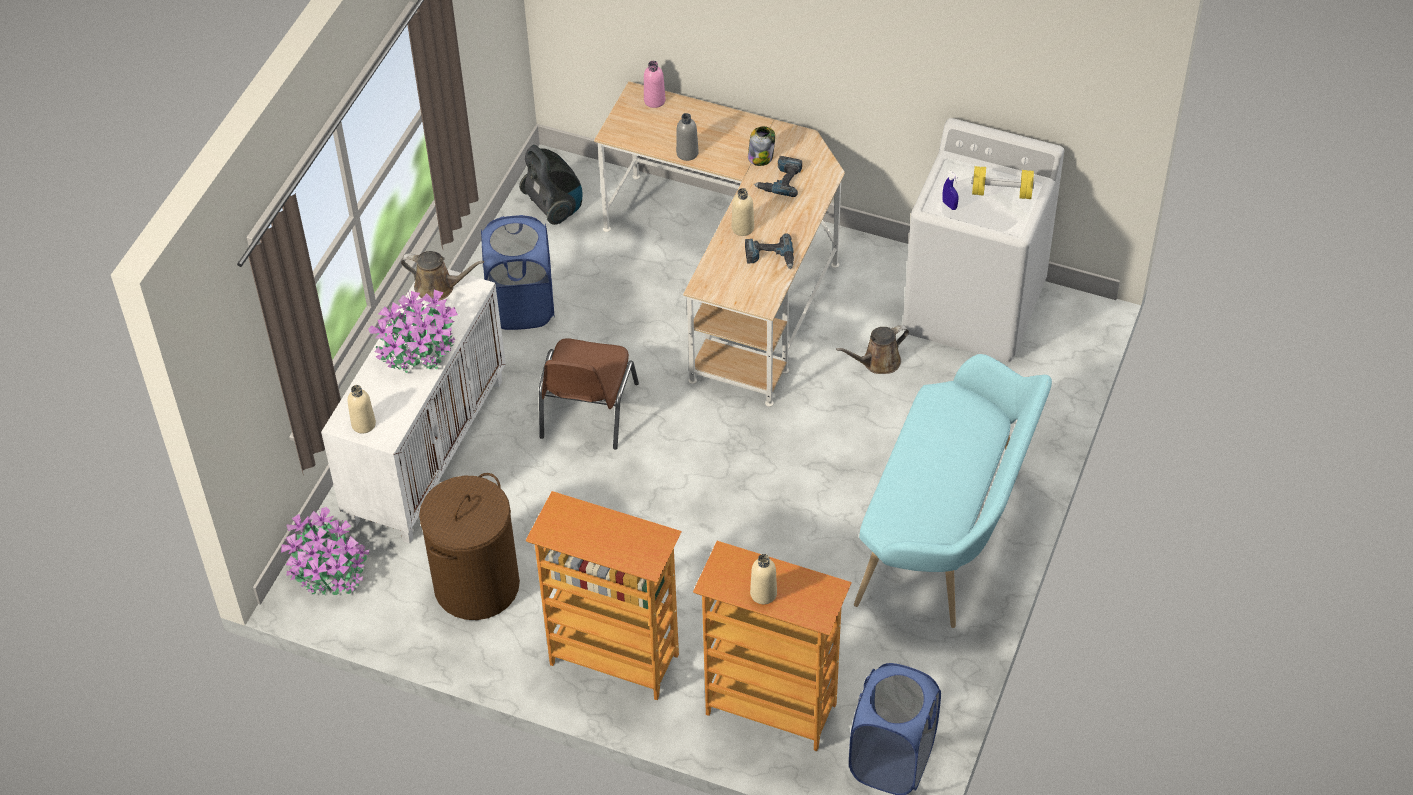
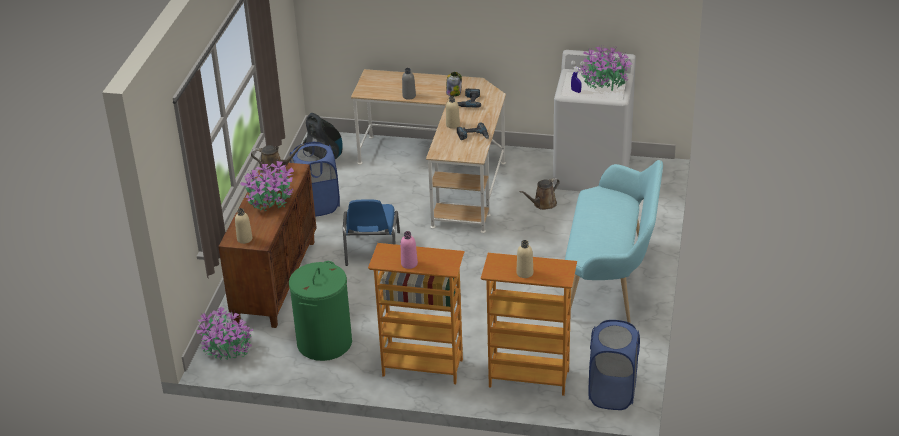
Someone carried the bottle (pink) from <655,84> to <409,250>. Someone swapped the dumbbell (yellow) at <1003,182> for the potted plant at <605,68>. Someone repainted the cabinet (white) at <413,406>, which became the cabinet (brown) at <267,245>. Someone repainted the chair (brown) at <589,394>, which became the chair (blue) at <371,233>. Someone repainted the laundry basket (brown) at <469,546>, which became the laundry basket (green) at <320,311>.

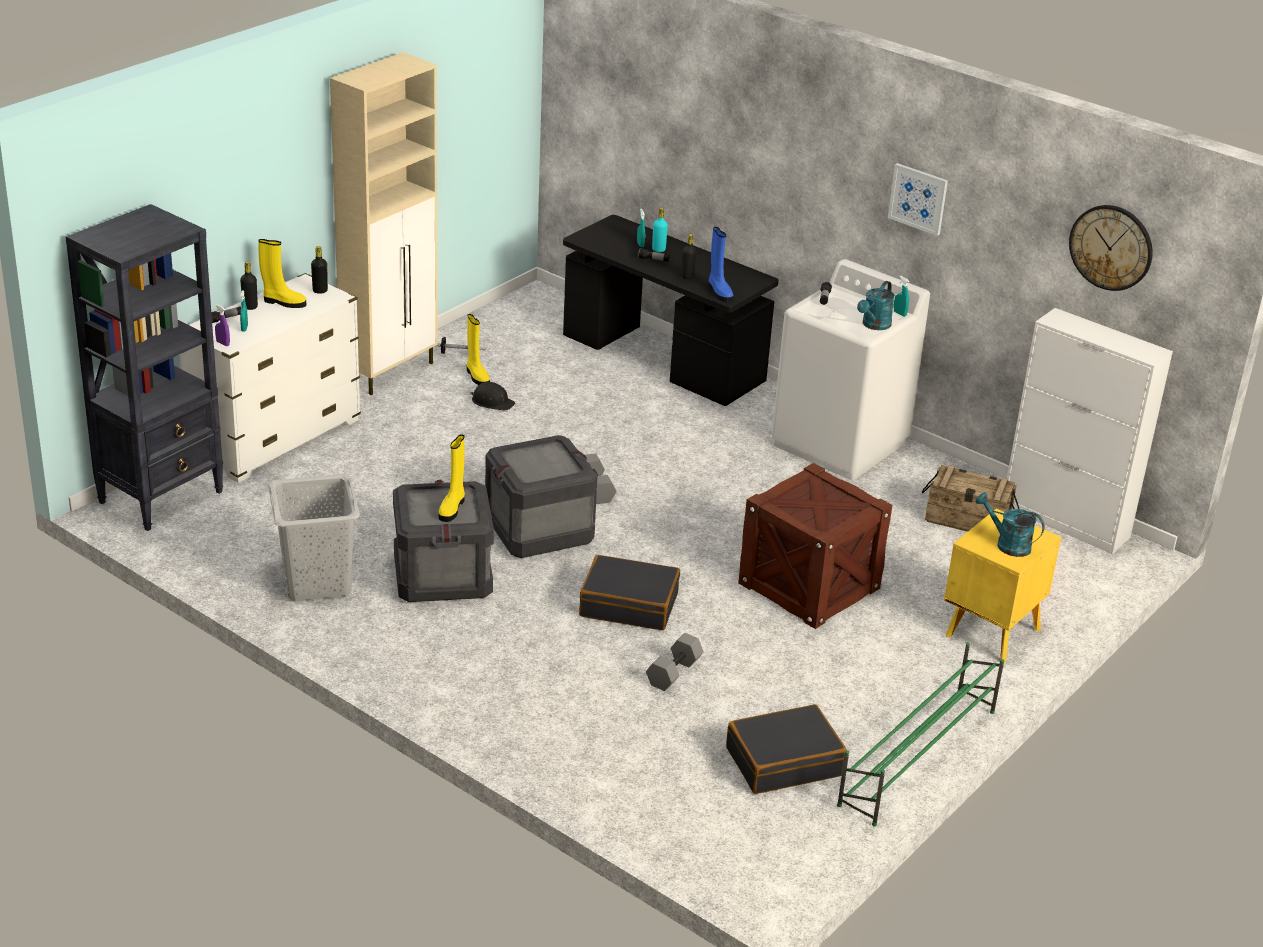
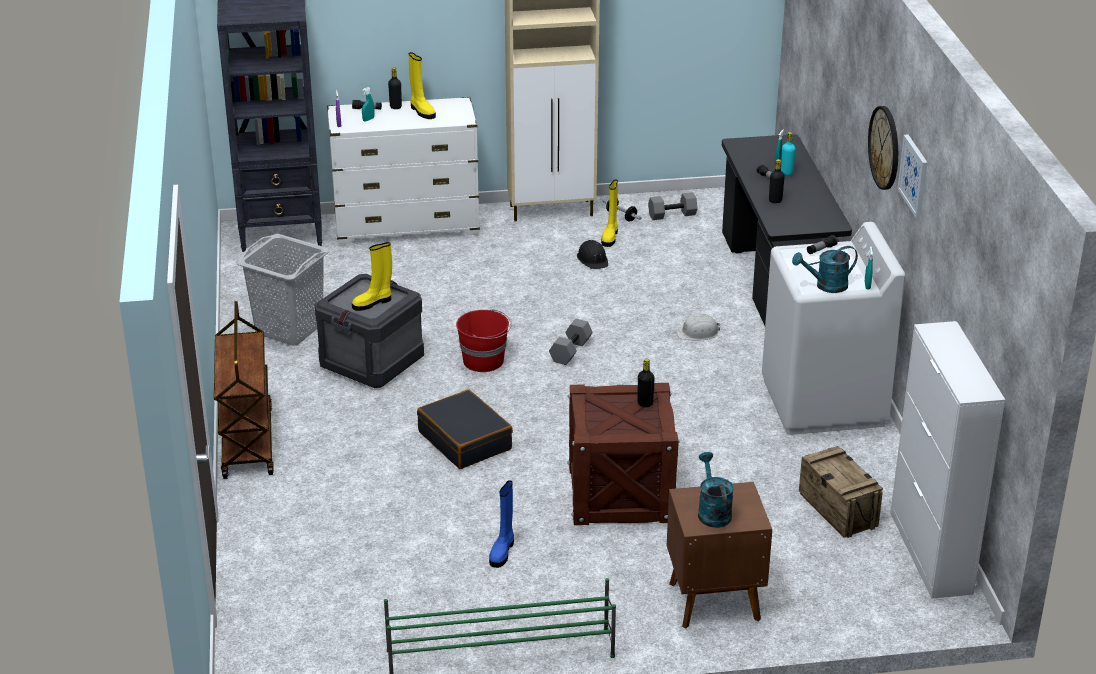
Someone carried the wall clock from <1111,248> to <883,148>. Someone carried the boot (blue) from <721,264> to <501,524>. Someone carried the bottle (black) from <319,270> to <646,383>. Someone swapped the crate at <541,496> for the bucket (red) at <484,340>. Someone repainted the nightstand (yellow) at <1002,586>, which became the nightstand (brown) at <719,555>. Someone carried the dumbbell (grey) from <675,662> to <672,206>. Someone took away the suitcase (black) at <786,749>. Someone put down the cart (brown) at <244,390>. Someone put down the hard hat (white) at <697,327>.

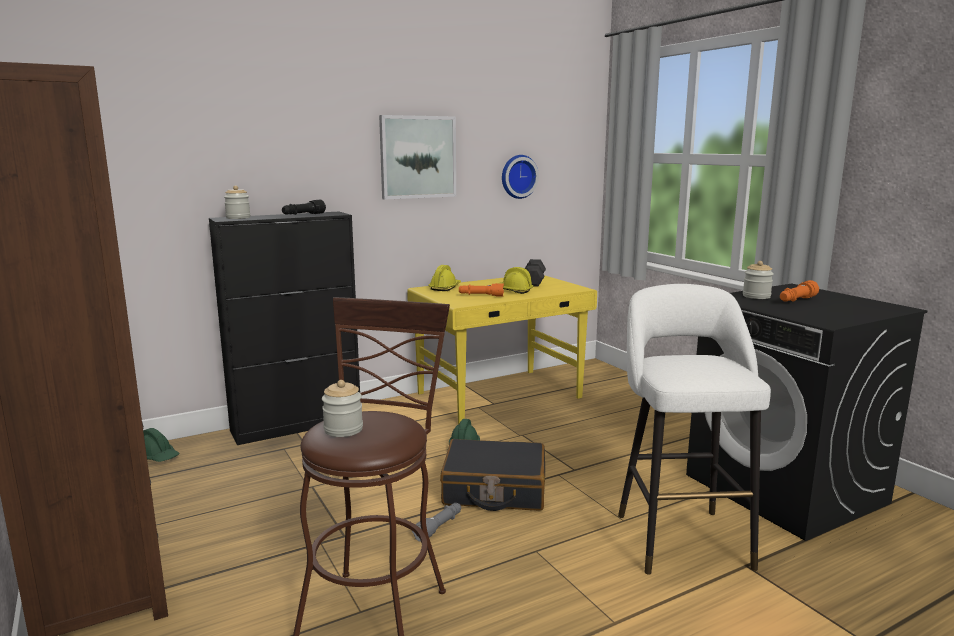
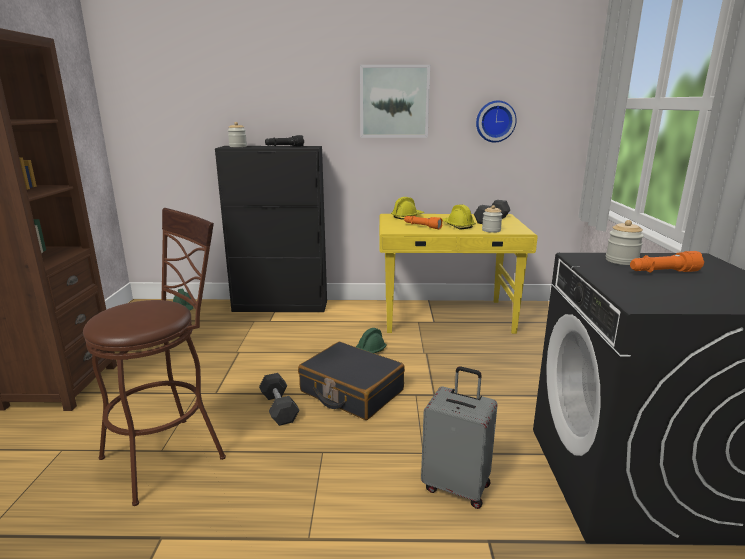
Someone swapped the stool (white) at <694,429> for the suitcase (grey) at <459,437>. Someone carried the jar from <342,408> to <492,219>. Someone swapped the flashlight (grey) at <436,522> for the dumbbell (black) at <279,399>.

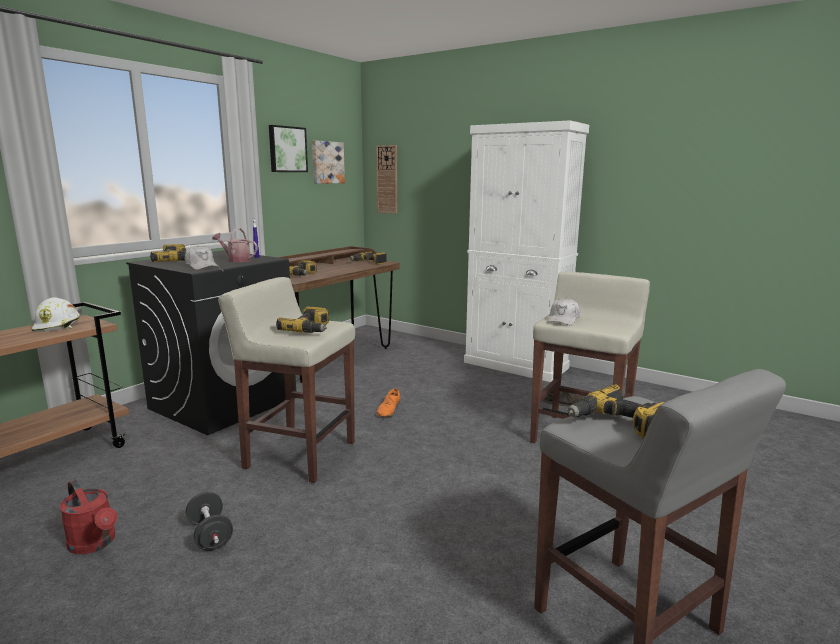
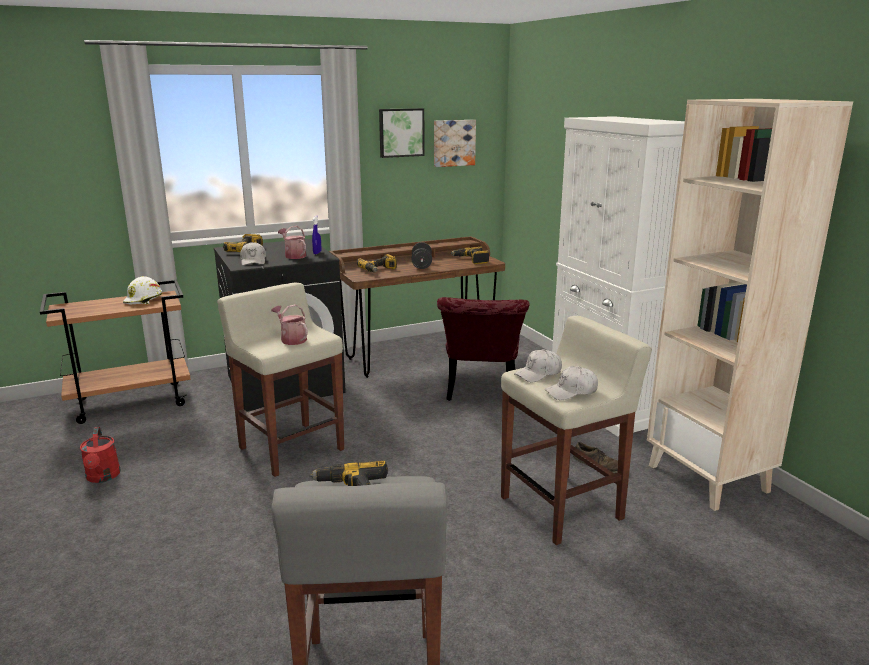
Someone took away the wall clock at <386,179>. Someone swapped the power drill at <302,320> for the watering can at <289,325>. Someone took away the shoe (orange) at <388,402>. Someone carried the dumbbell (black) from <209,521> to <421,255>. Someone put down the bookcase (beige) at <750,305>. Someone put down the chair (red) at <483,349>. Someone put down the cap (white) at <571,383>.

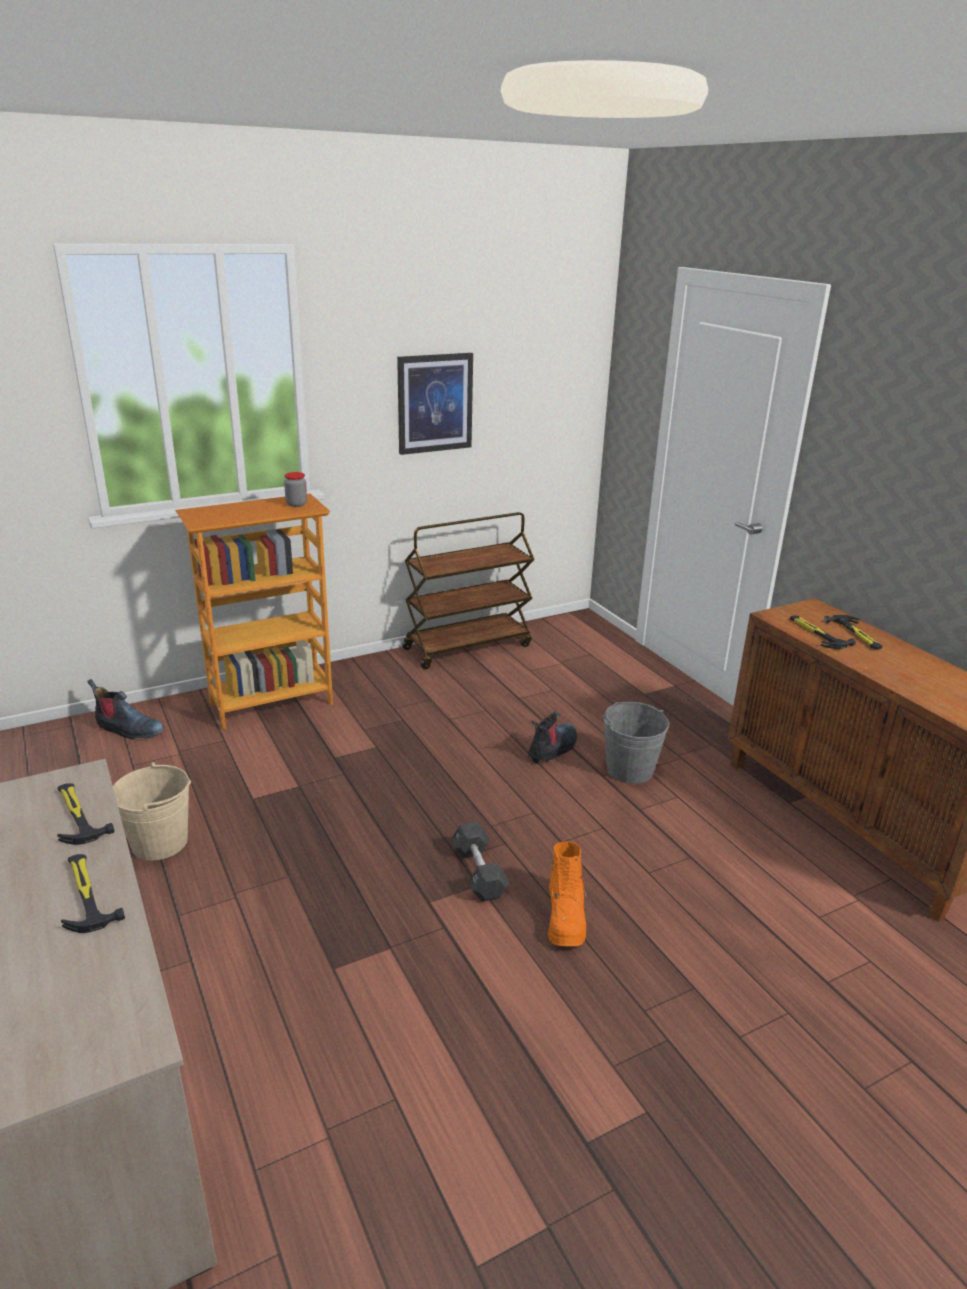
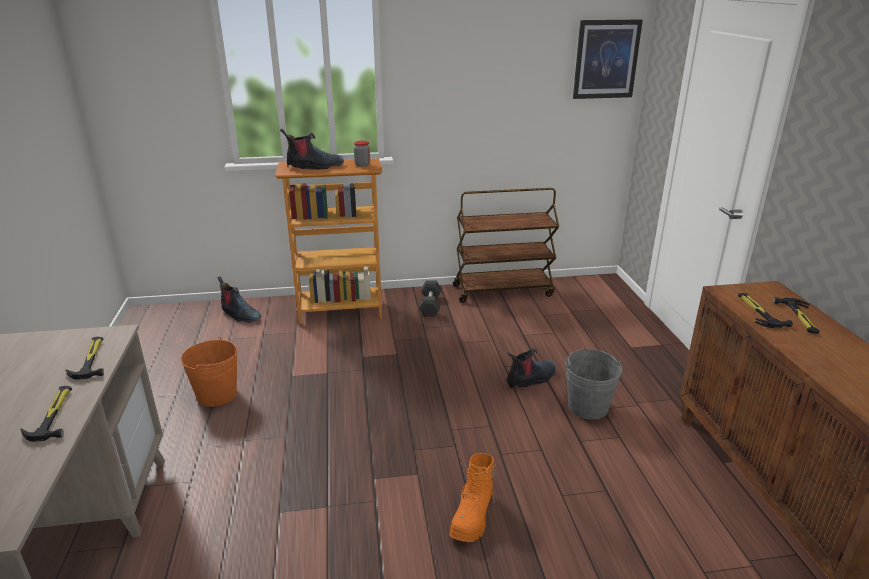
Someone carried the picture from <435,404> to <608,59>. Someone repainted the bucket (beige) at <152,811>, which became the bucket (orange) at <209,372>. Someone carried the dumbbell (black) from <480,862> to <430,298>. Someone put down the boot at <312,149>.

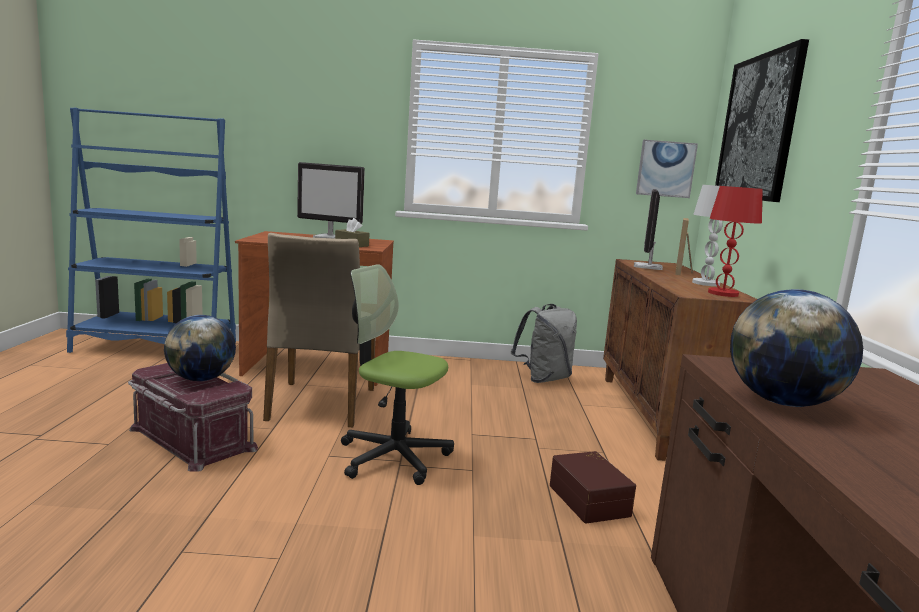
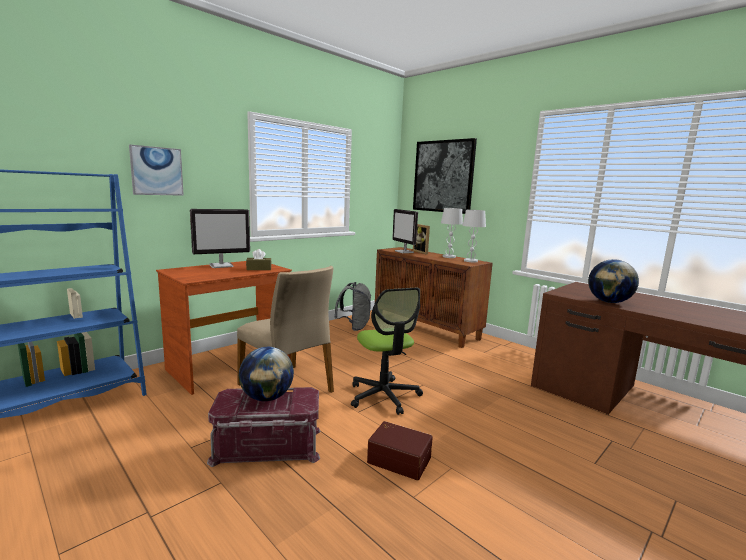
Someone carried the picture from <667,169> to <156,170>. Someone repainted the table lamp (red) at <735,241>, which became the table lamp (white) at <474,236>. Someone rotated the office chair at <397,374> by 90 degrees counterclockwise. Someone carried the storage box (brown) from <593,487> to <400,451>.

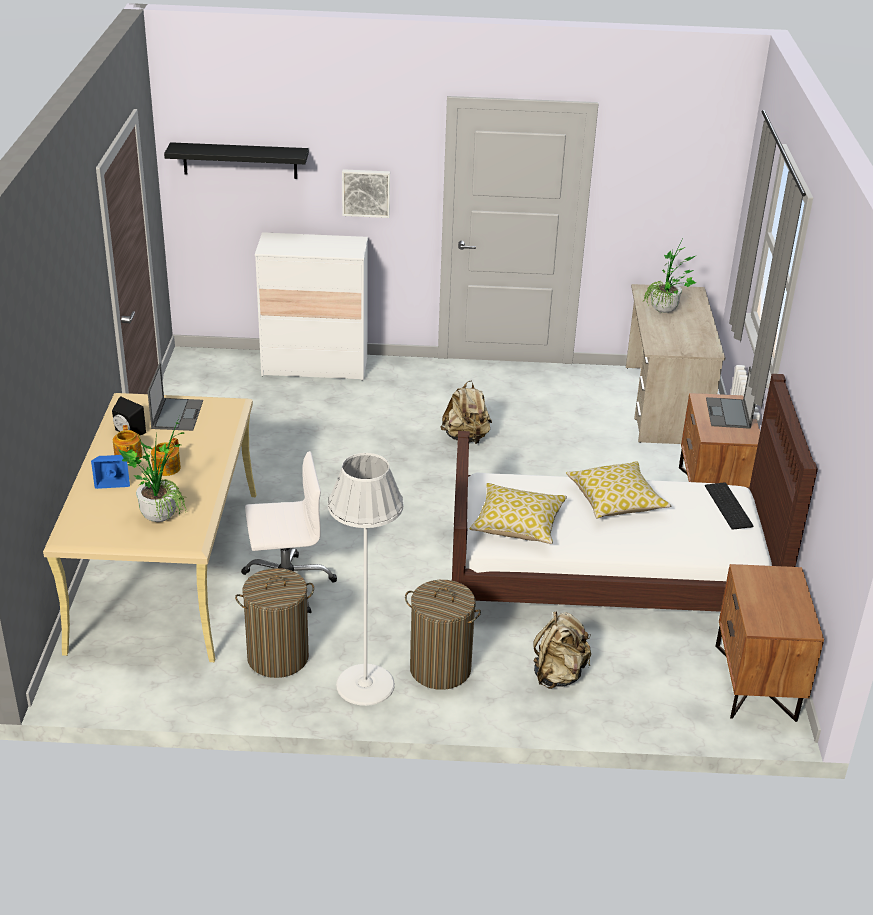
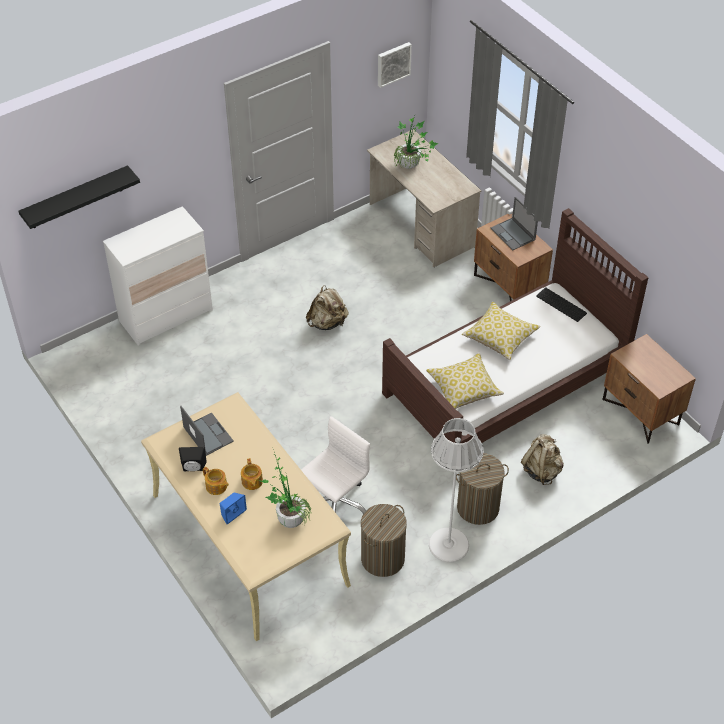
Someone carried the picture from <366,193> to <395,65>.

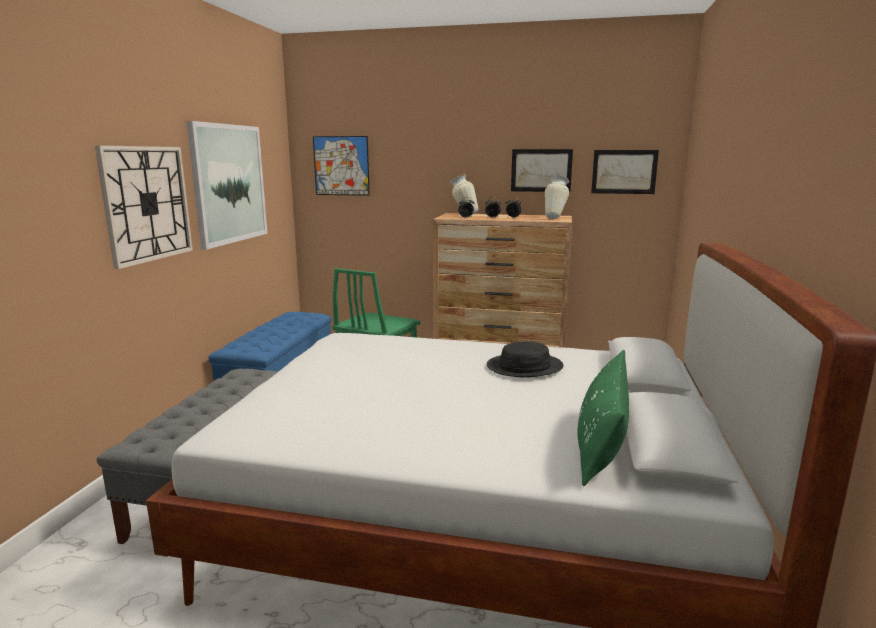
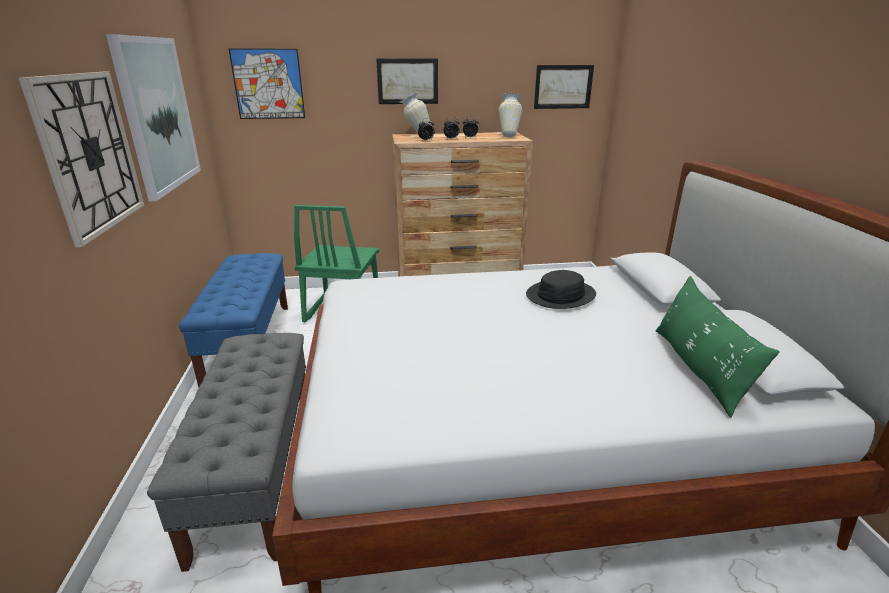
Someone carried the picture from <542,170> to <407,81>.

